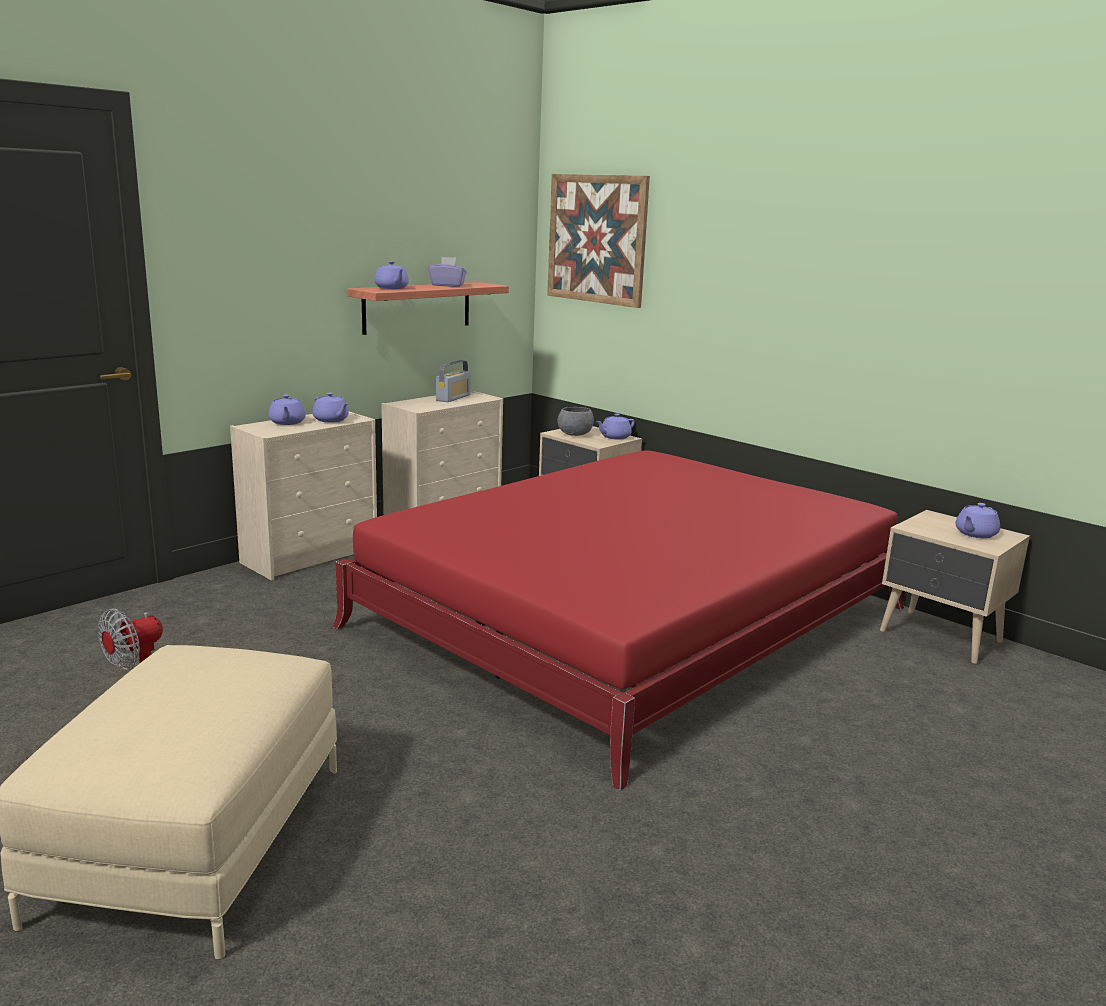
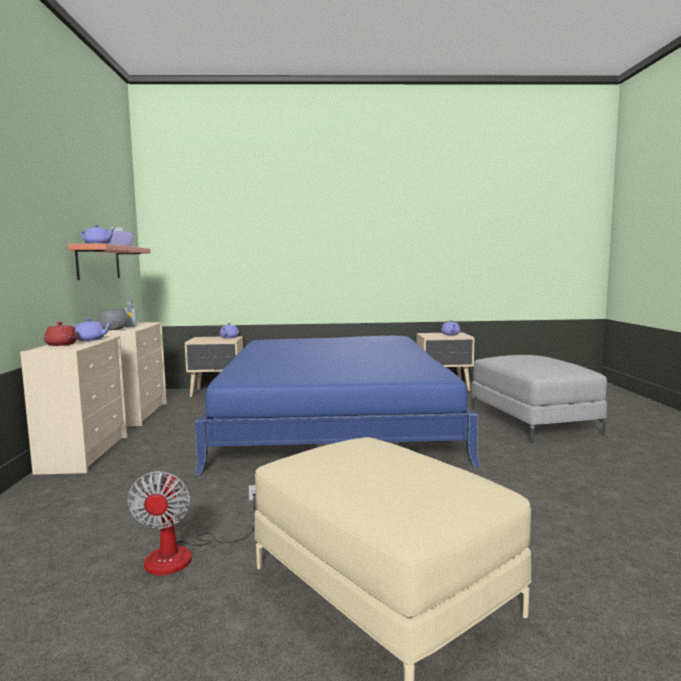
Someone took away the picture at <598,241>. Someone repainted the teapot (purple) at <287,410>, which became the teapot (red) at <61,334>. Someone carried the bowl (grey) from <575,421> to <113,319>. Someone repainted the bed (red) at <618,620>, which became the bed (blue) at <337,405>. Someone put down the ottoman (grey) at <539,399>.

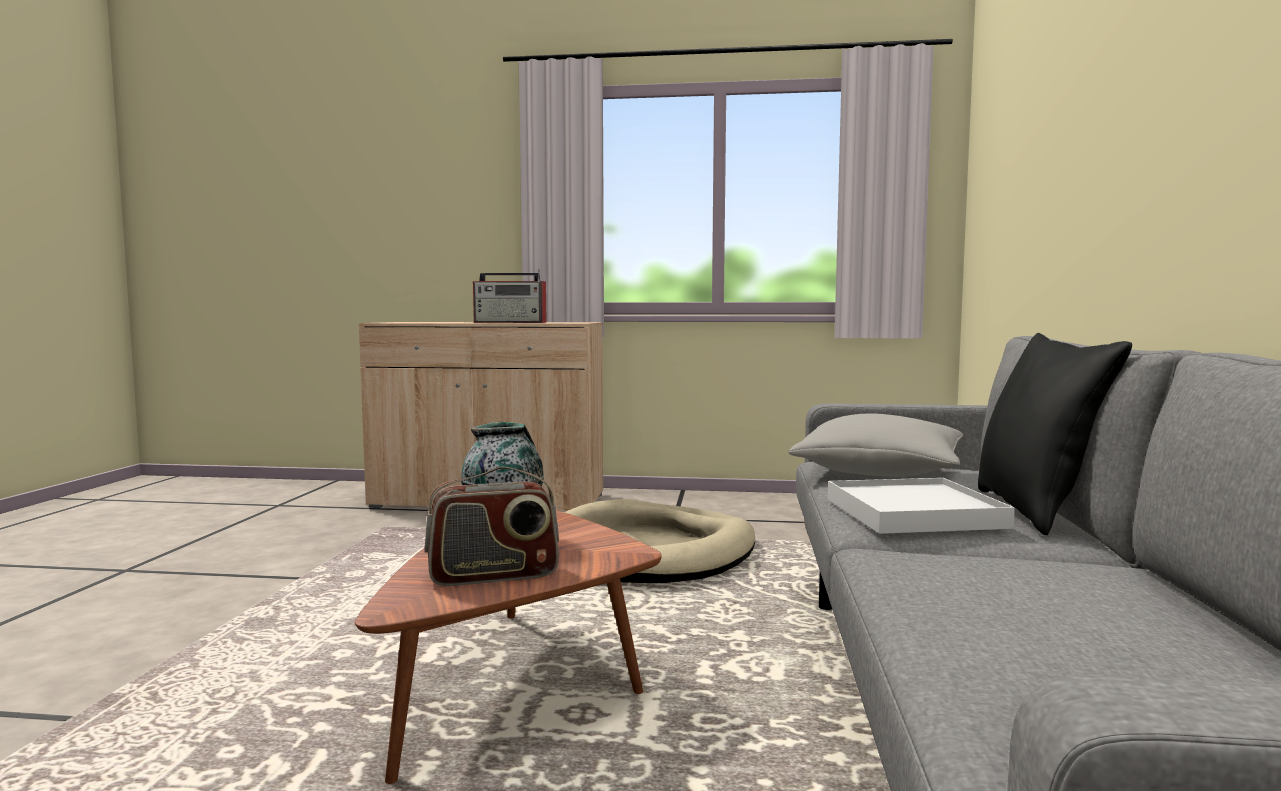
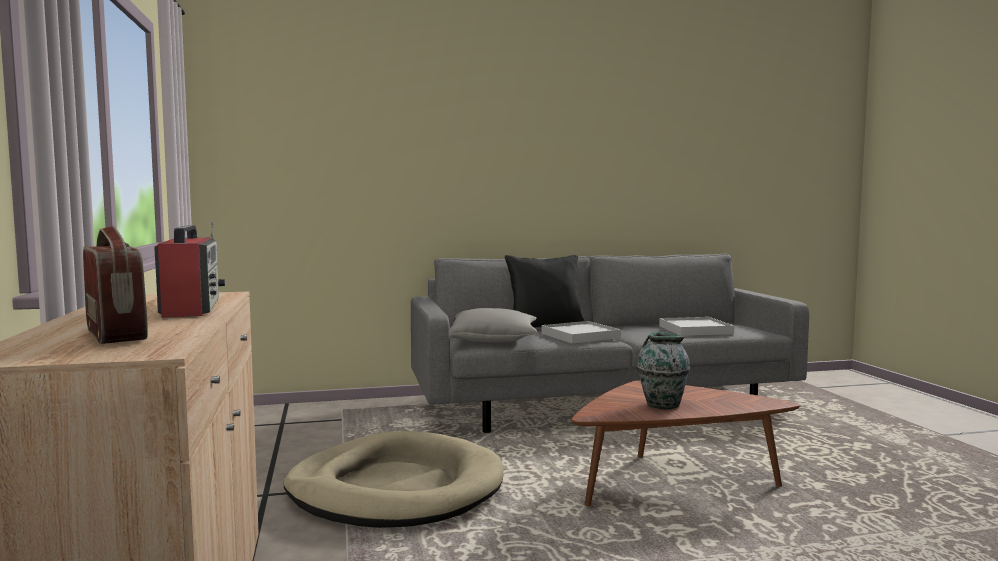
Someone carried the radio from <492,526> to <115,285>. Someone put down the tray (white) at <696,326>.

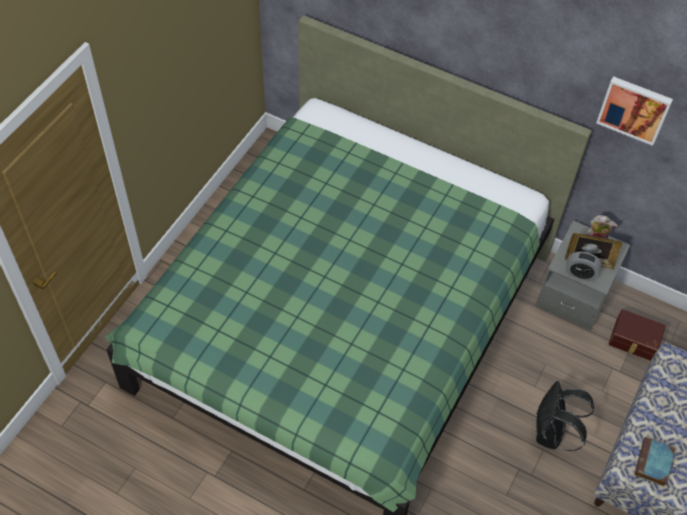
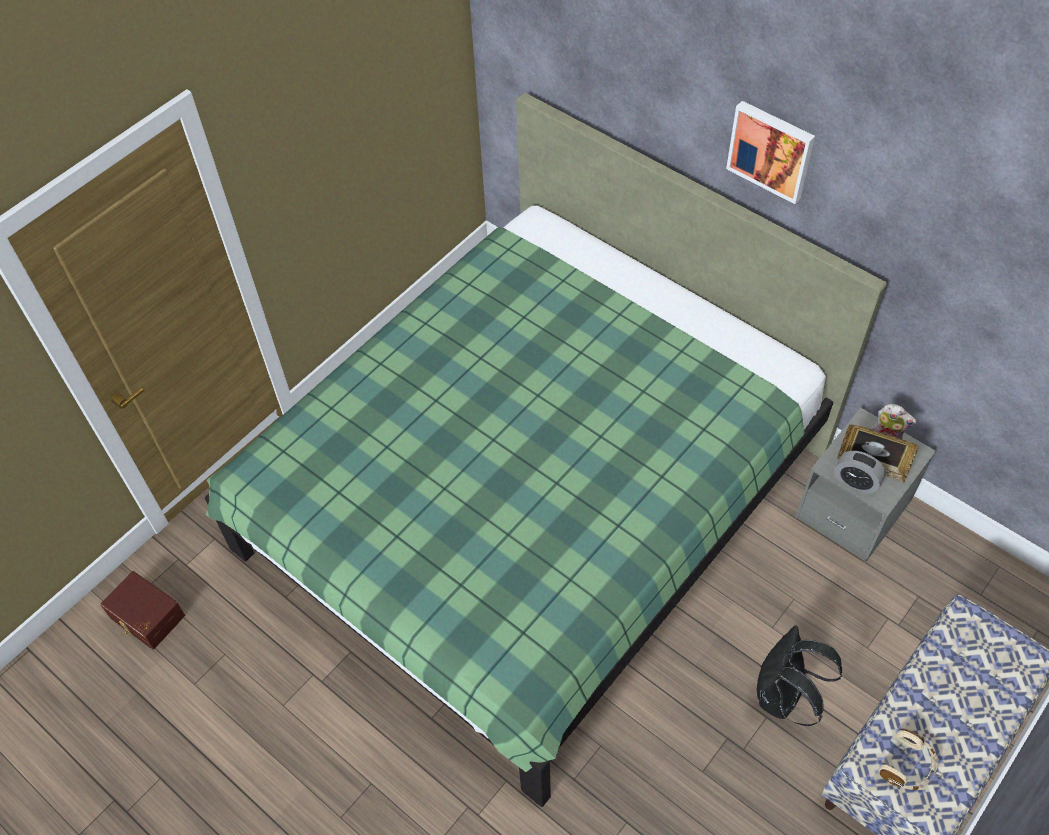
Someone carried the picture from <634,111> to <770,152>. Someone carried the storage box (brown) from <637,335> to <142,610>. Someone swapped the book at <654,461> for the headphones (beige) at <909,759>.

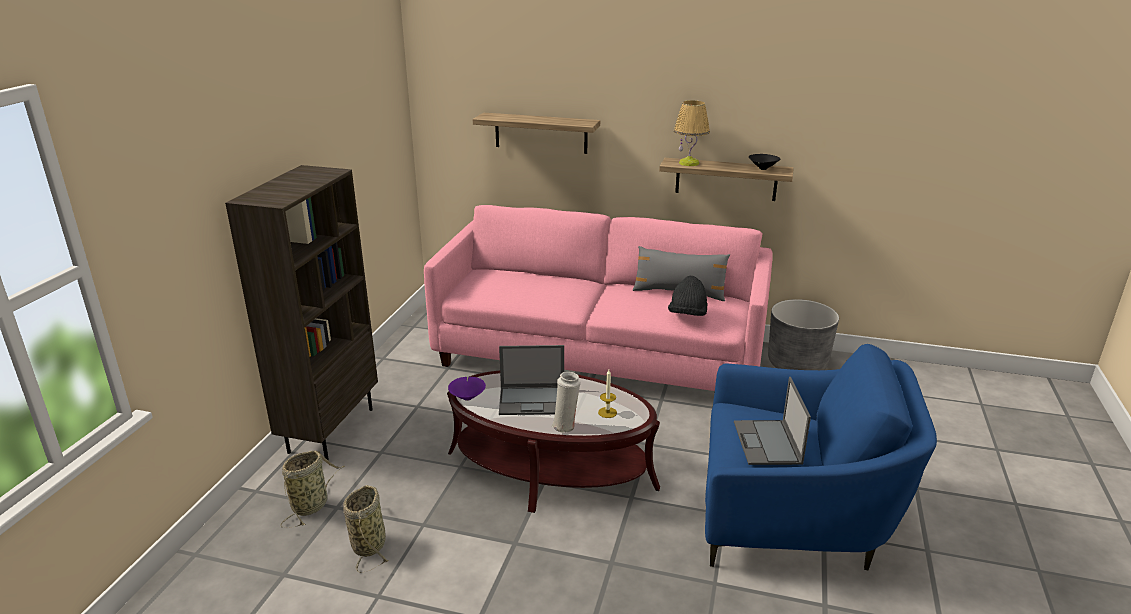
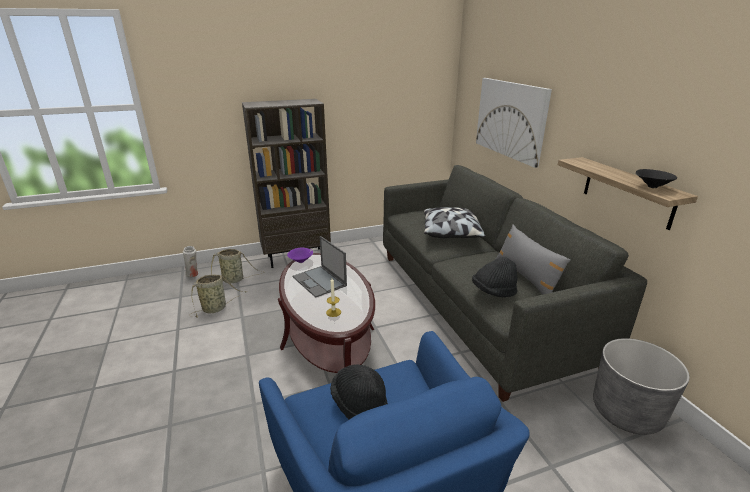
Someone took away the table lamp at <692,133>. Someone swapped the shelf at <536,133> for the picture at <514,123>. Someone repainted the sofa (pink) at <598,298>, which became the sofa (grey) at <515,283>. Someone carried the vase (white) from <566,402> to <190,261>. Someone swapped the laptop at <772,421> for the hat (black) at <359,391>. Someone put down the pillow at <455,222>.

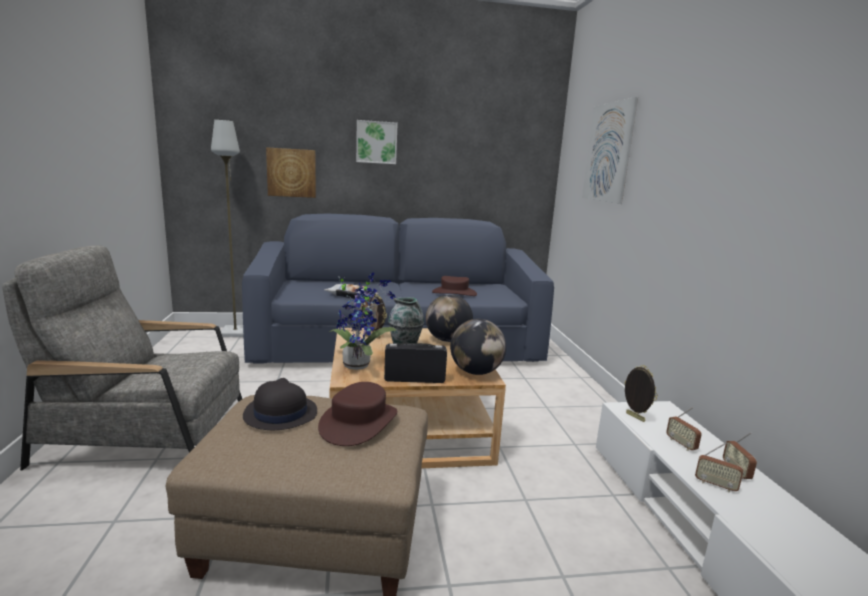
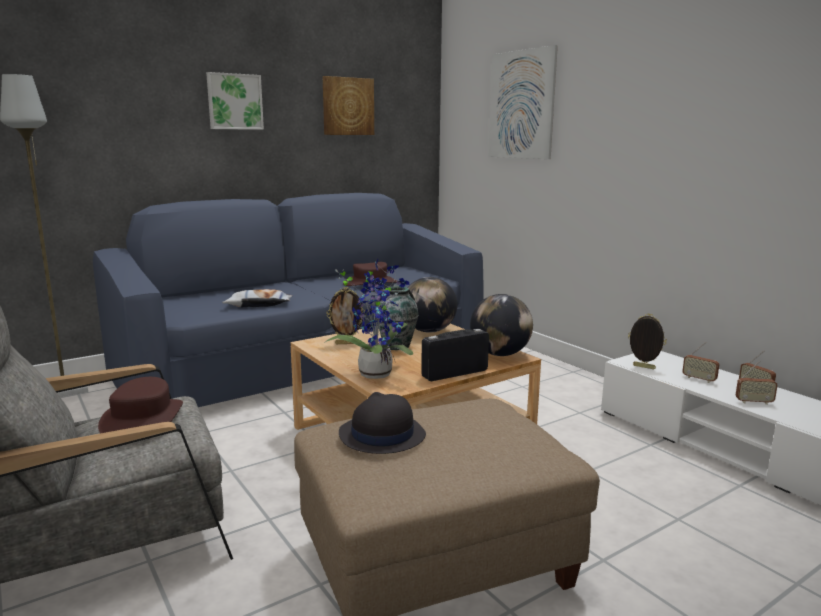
Someone carried the picture from <291,172> to <348,105>. Someone carried the hat (brown) from <357,414> to <140,405>.

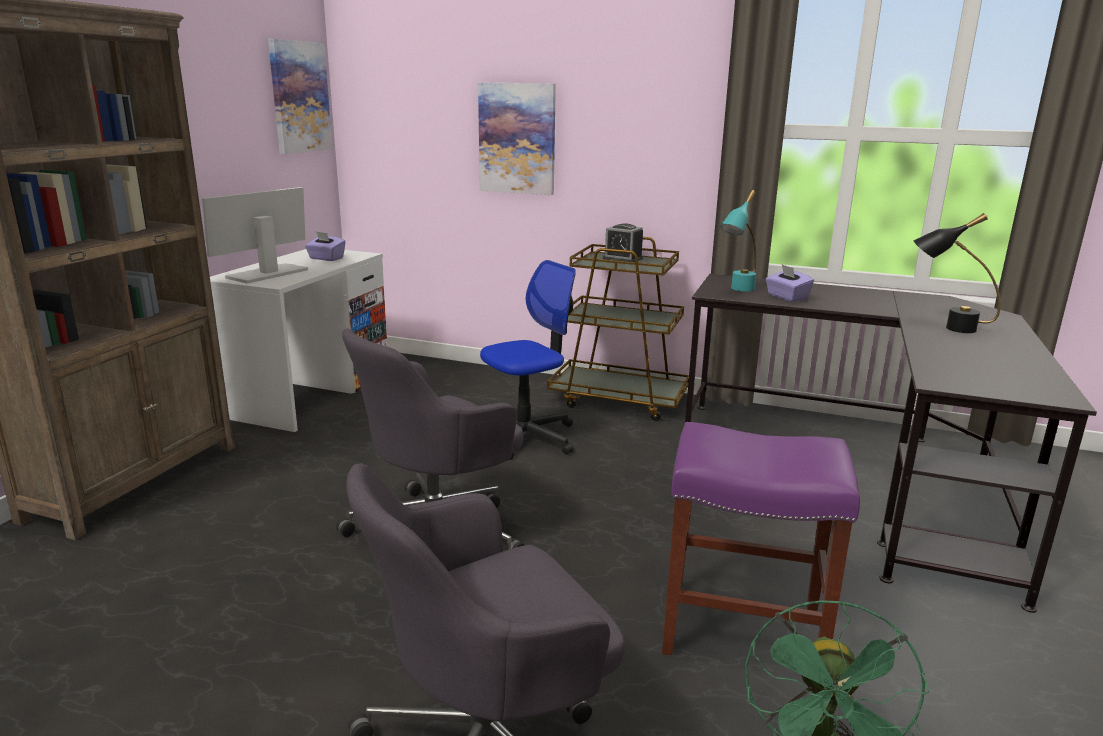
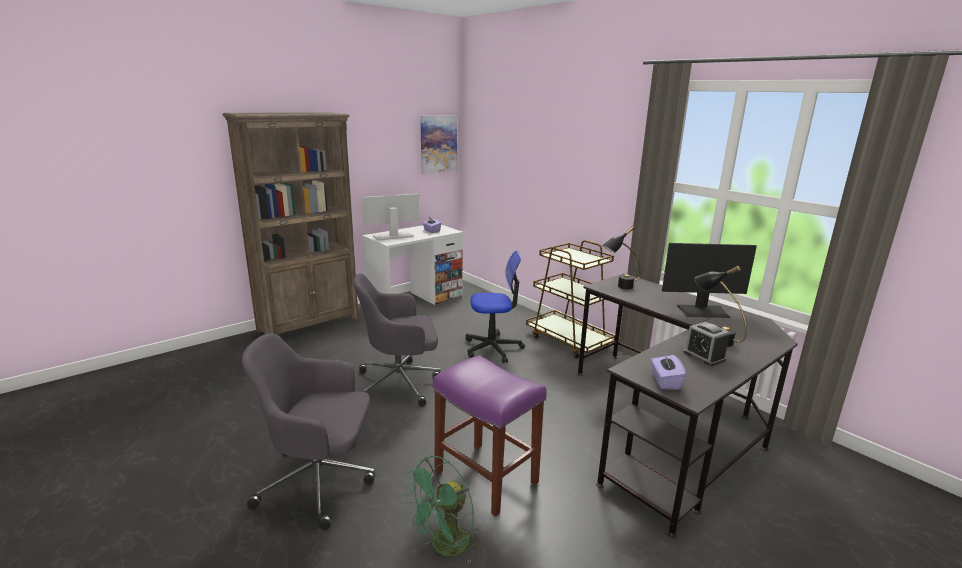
Someone took away the picture at <517,138>. Someone repainted the table lamp (turquoise) at <738,241>, which became the table lamp (black) at <621,257>. Someone carried the alarm clock from <623,242> to <706,344>. Someone carried the tissue box (purple) from <790,283> to <668,371>. Someone put down the monitor at <709,280>.

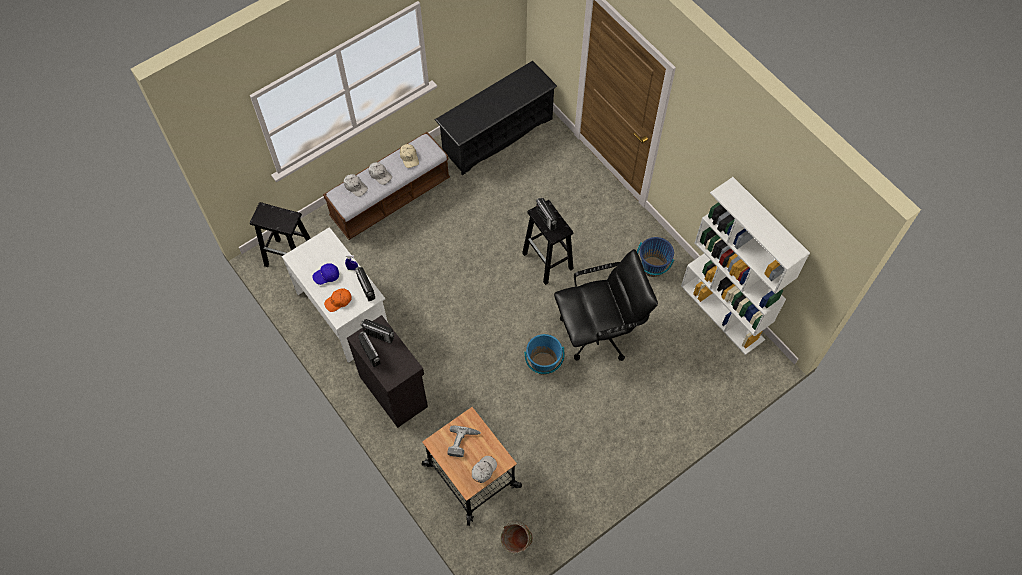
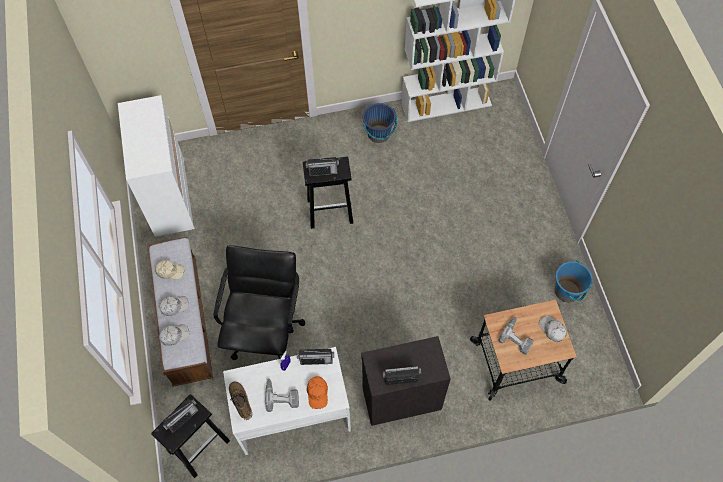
Someone swapped the shoe rack (black) at <496,118> for the dresser (white) at <156,166>. Someone carried the office chair (black) from <606,305> to <260,302>. Someone swapped the cap (blue) at <325,274> for the power drill at <282,395>. Someone carried the radio from <377,331> to <180,416>. Someone carried the bucket (blue) from <544,354> to <574,281>. Someone took away the bucket (green) at <517,538>. Someone put down the boot at <240,401>.

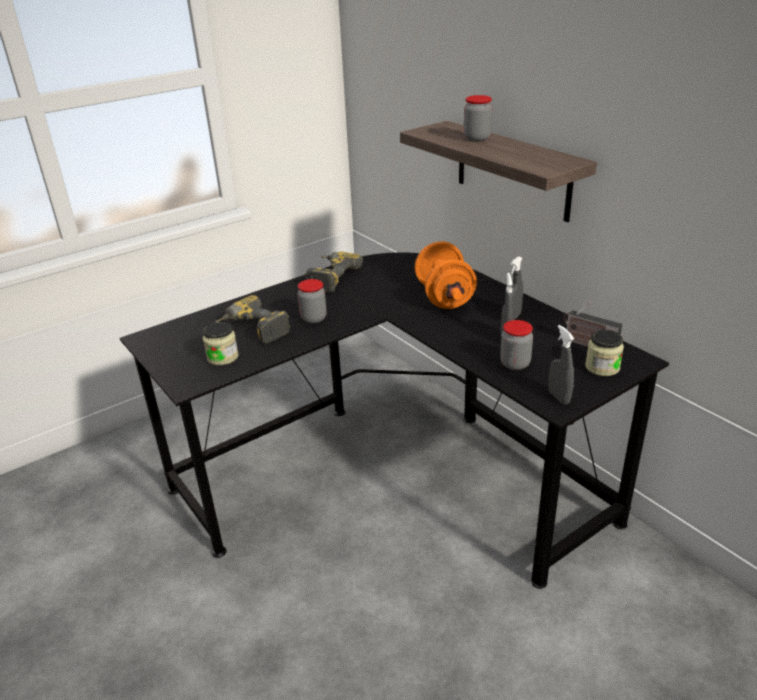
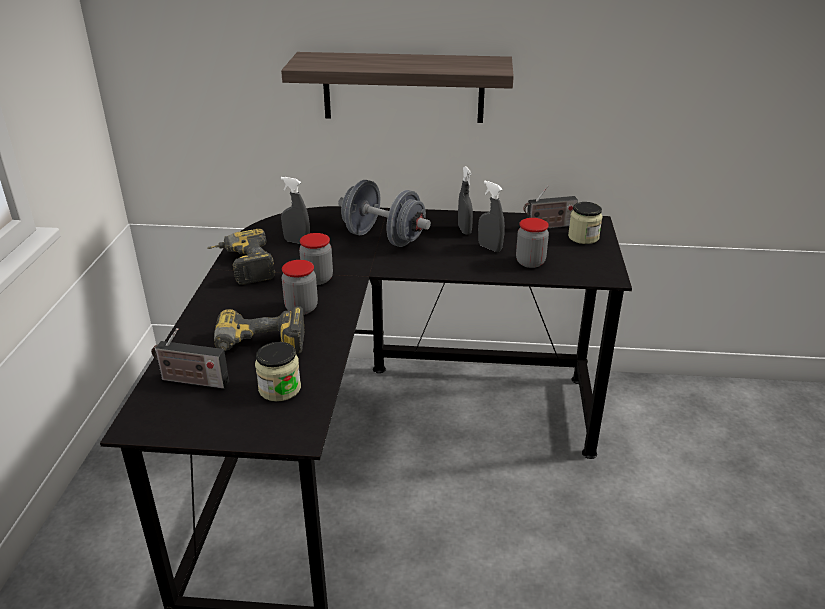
Someone carried the jar from <478,118> to <316,259>. Someone repainted the dumbbell (orange) at <446,275>, which became the dumbbell (grey) at <384,213>. Someone carried the spray bottle (grey) from <561,365> to <295,210>. Someone put down the radio at <190,358>.

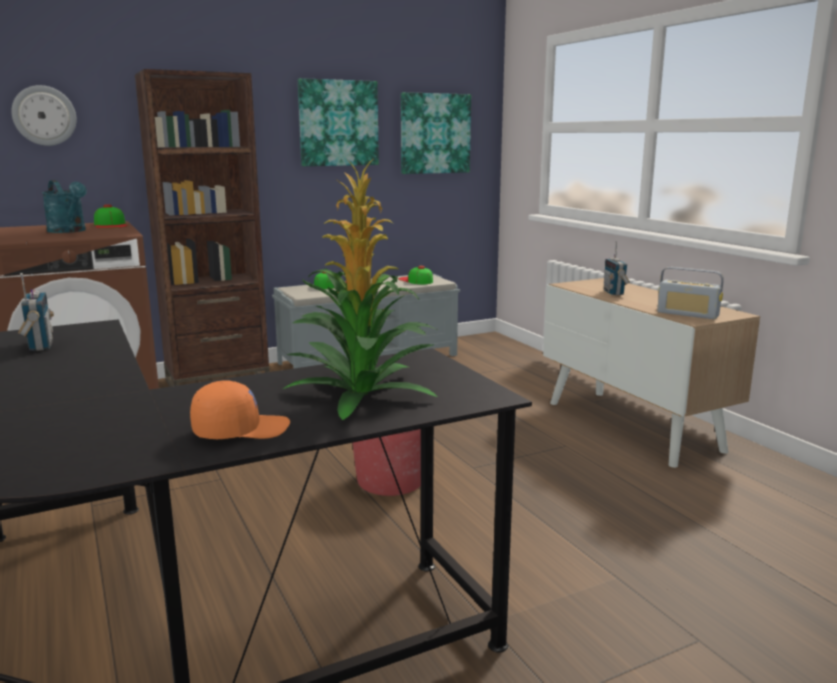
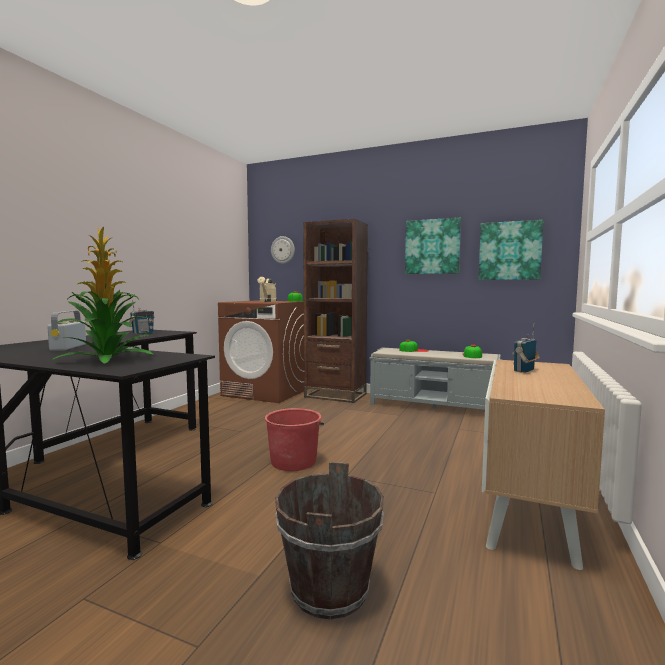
Someone repainted the watering can (turquoise) at <64,206>, which became the watering can (beige) at <267,289>. Someone carried the radio from <690,293> to <66,331>. Someone took away the cap (orange) at <240,409>. Someone put down the bucket (brown) at <329,540>.

